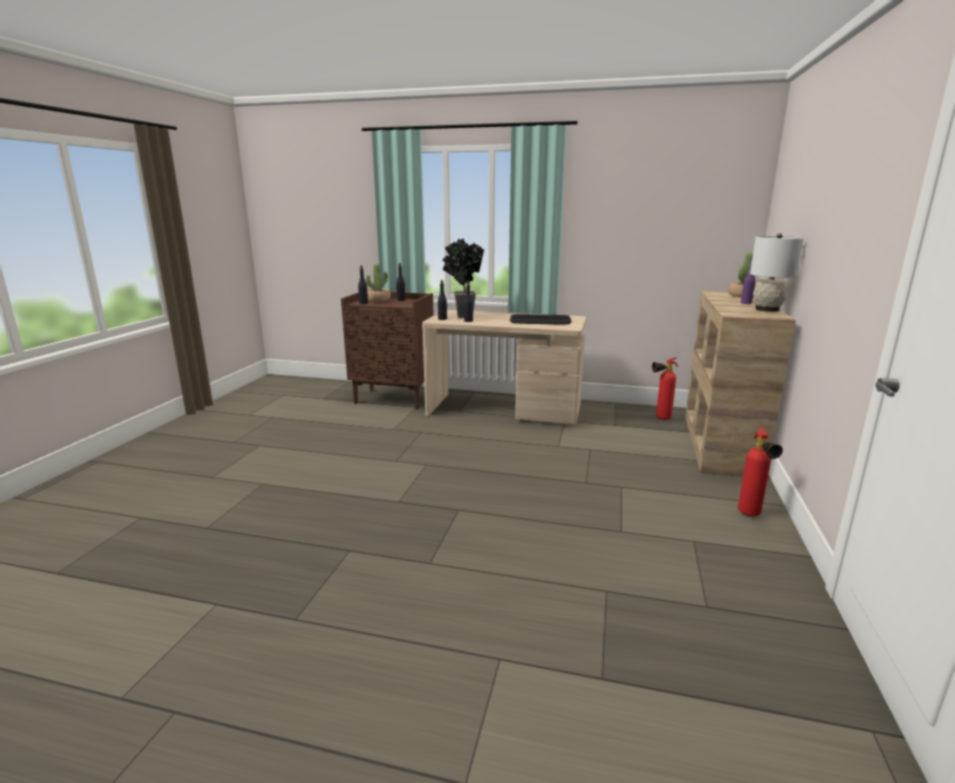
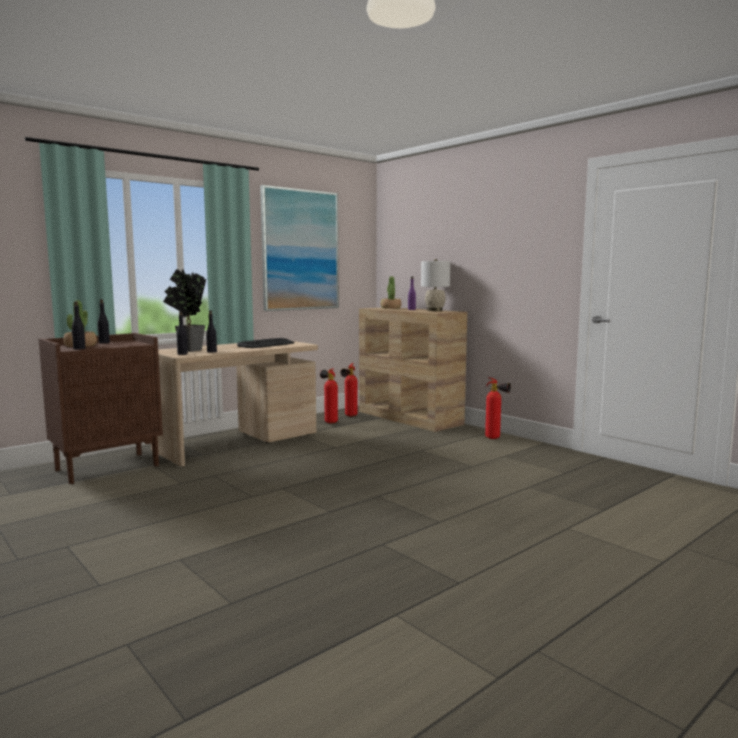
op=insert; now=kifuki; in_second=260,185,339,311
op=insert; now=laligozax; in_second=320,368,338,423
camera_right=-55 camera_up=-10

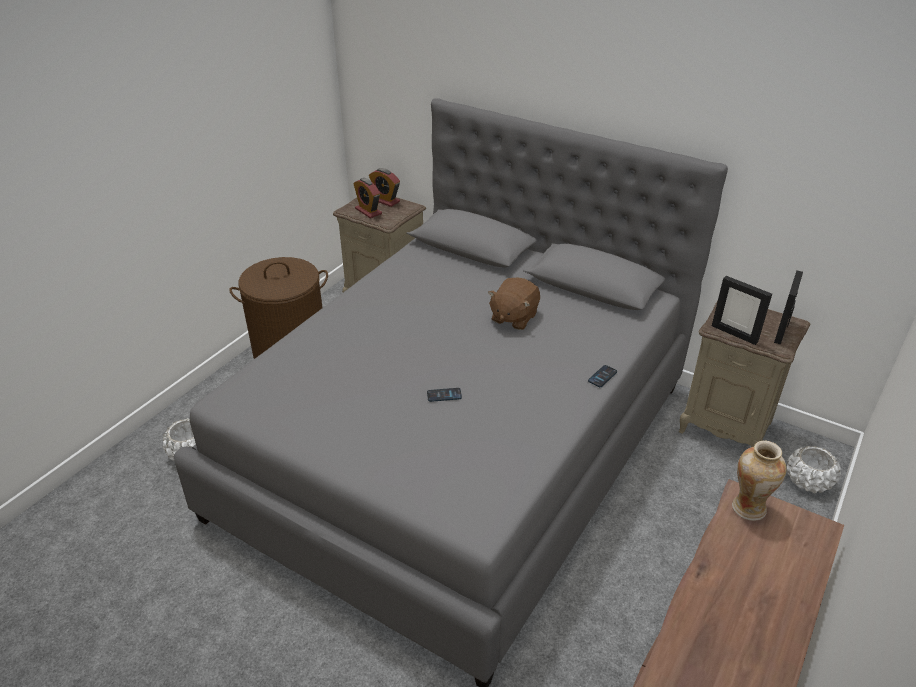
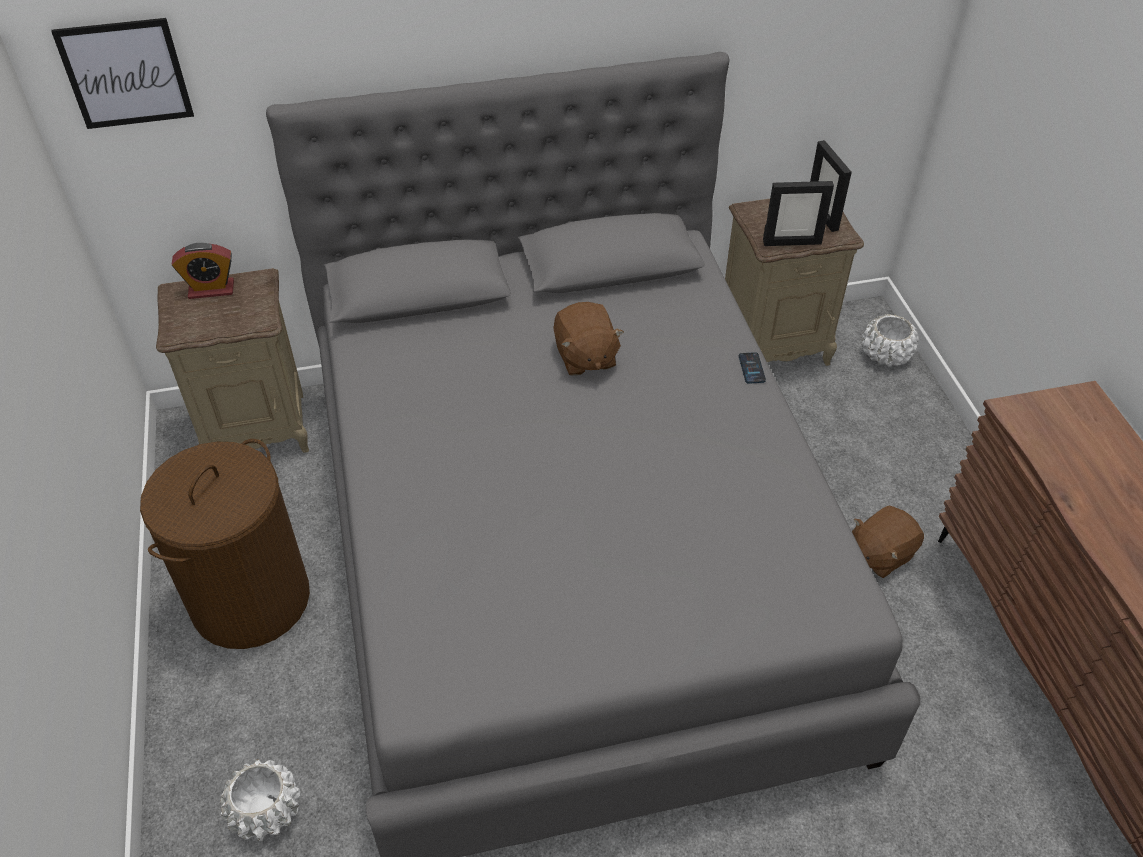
op=insert; now=kifuki; in_second=51,18,194,129
op=insert; now=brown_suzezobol; in_second=852,505,924,578
op=delete; was=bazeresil; in_first=353,178,382,218
op=delete; was=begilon; in_first=427,388,462,402
op=delete; was=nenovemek; in_first=732,441,787,521
camera_right=-45 camera_up=10

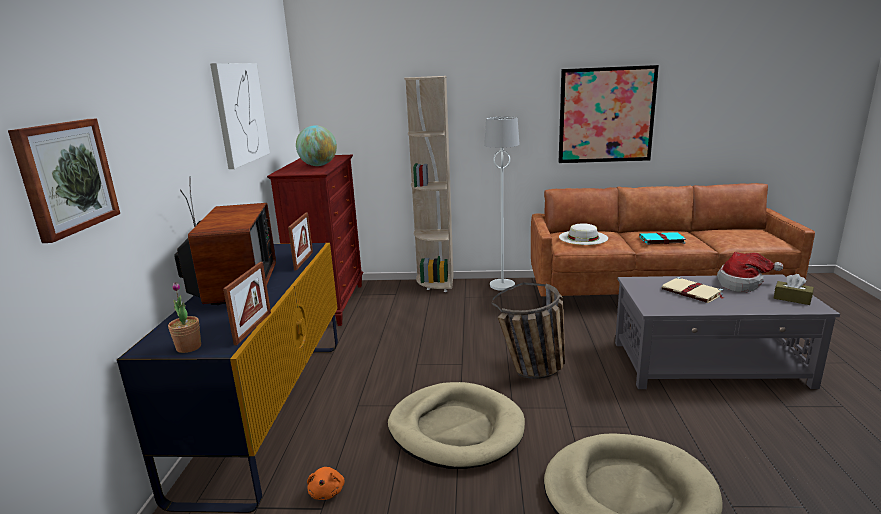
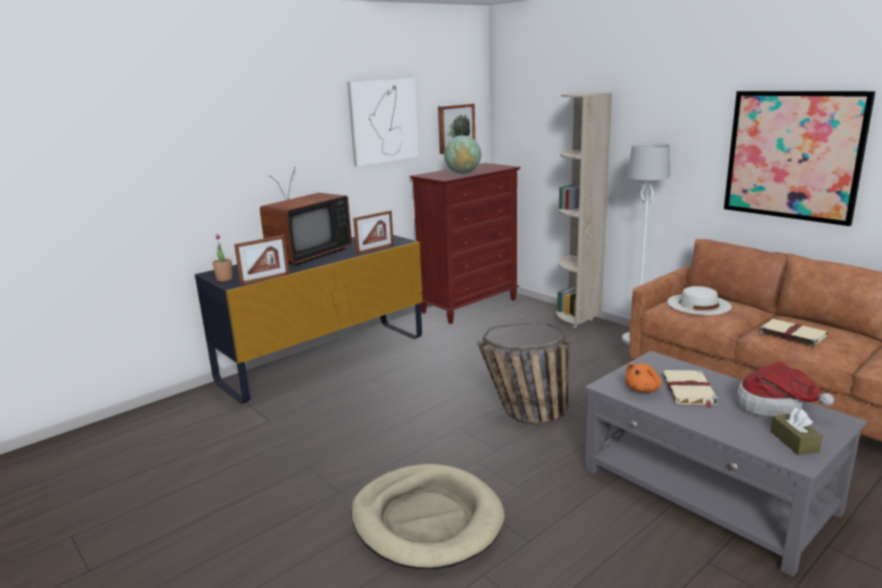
op=move; was=kifuki; in_first=8,119,120,243; in_second=438,103,475,154
op=move; was=orange_suzezobol; in_first=307,467,345,500; in_second=625,363,662,392
op=recolor; was=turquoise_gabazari; now=beige_gabazari; in_first=639,232,686,245; in_second=759,319,828,347
op=delete; was=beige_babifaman; in_first=388,382,525,469
camera_right=45 camera_up=0

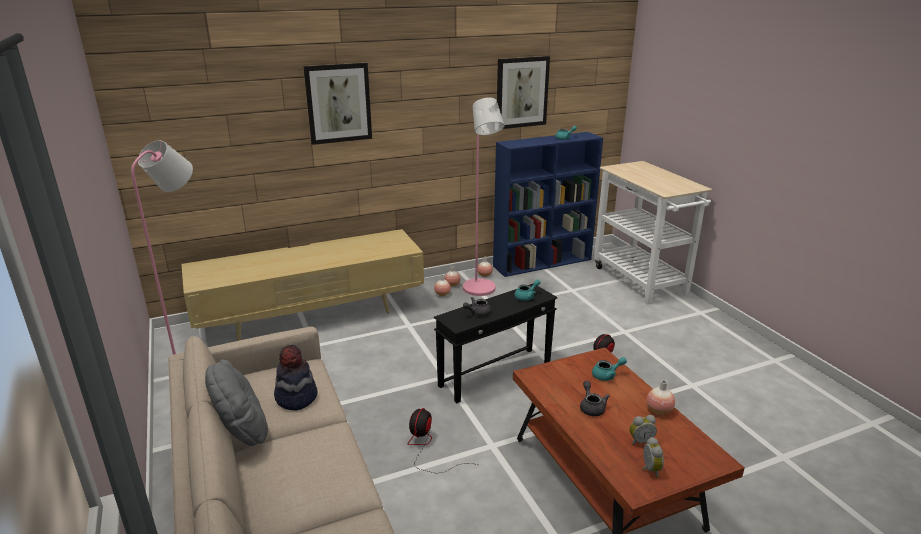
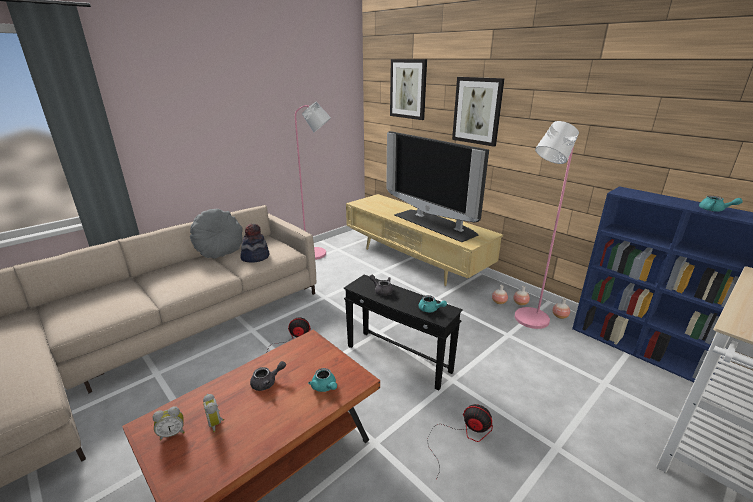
op=insert; now=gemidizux; in_second=386,131,489,242
op=move; was=kifuki; in_first=497,56,550,129; in_second=390,59,427,120
op=delete; was=nenovemek; in_first=647,380,675,415
camera_right=70 camera_up=0

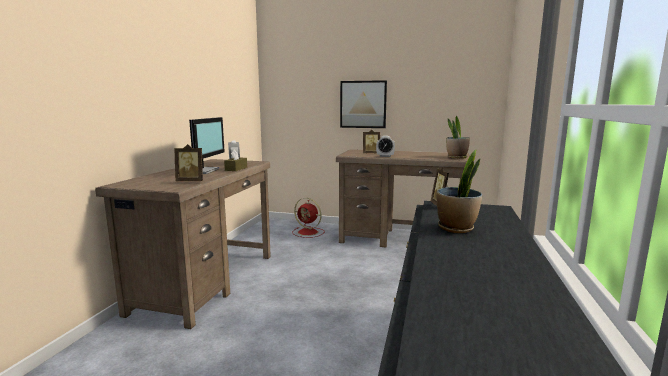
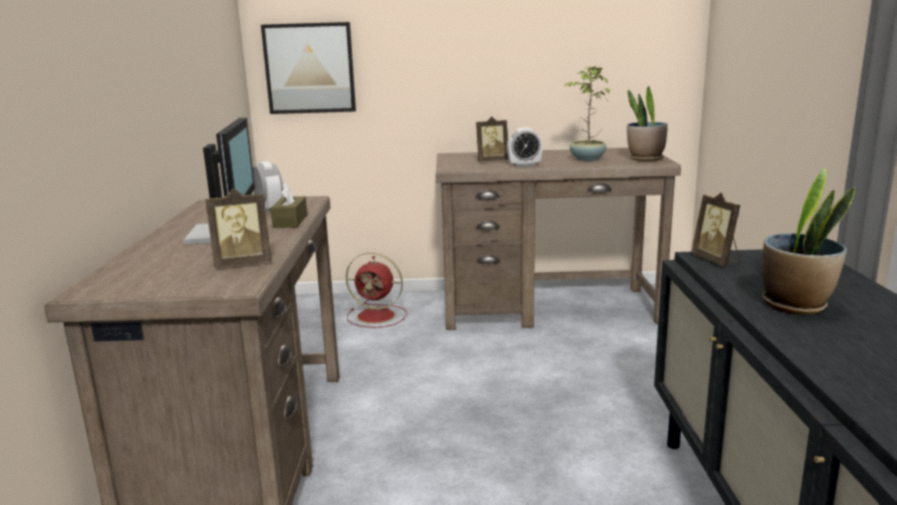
op=move; was=kifuki; in_first=340,80,387,128; in_second=261,22,356,114
op=insert; now=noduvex; in_second=564,66,610,161
camera_right=-15 camera_up=5

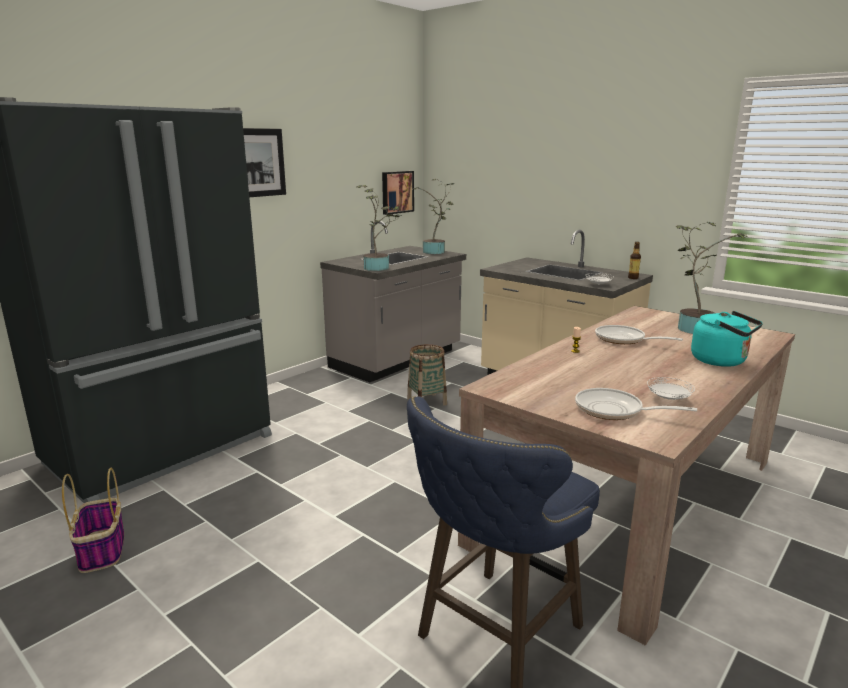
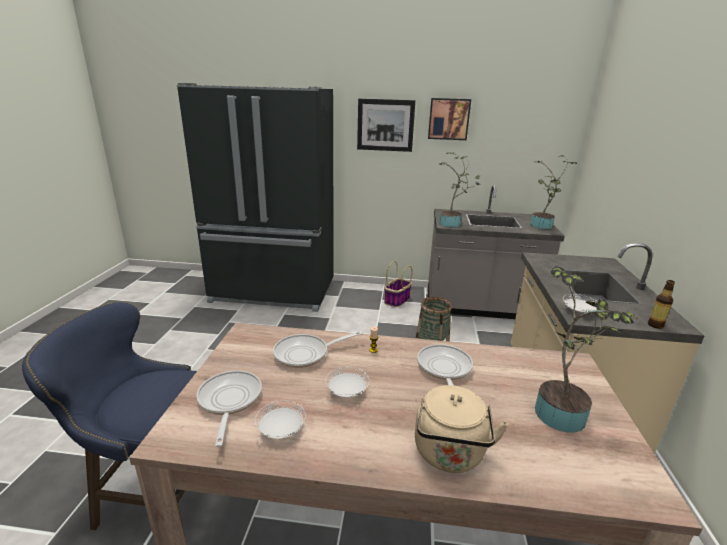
op=insert; now=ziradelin; in_second=273,331,363,368
op=insert; now=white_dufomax; in_second=325,367,369,397
op=move; was=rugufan; in_first=62,468,124,573; in_second=384,261,412,307
op=recolor; was=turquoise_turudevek; now=beige_turudevek; in_first=691,311,763,367; in_second=415,385,508,473
op=move; was=kifuki; in_first=382,171,414,215; in_second=428,98,471,140
camera_right=55 camera_up=5

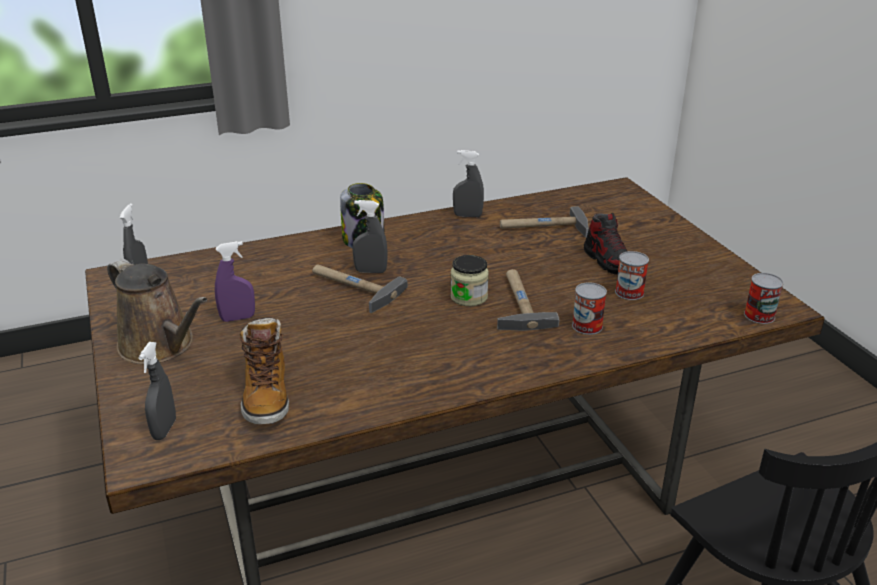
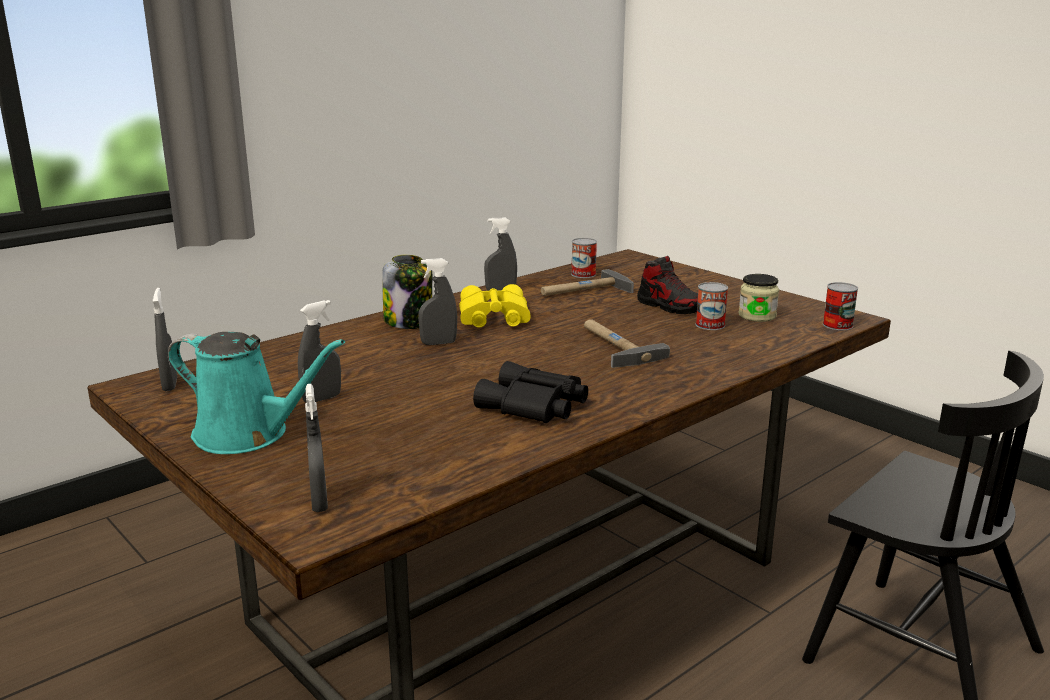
op=recolor; was=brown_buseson; now=turquoise_buseson; in_first=107,259,207,364; in_second=168,332,345,454
op=recolor; was=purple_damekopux; now=grey_damekopux; in_first=215,241,255,322; in_second=298,300,341,403
op=insert; now=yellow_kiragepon; in_second=460,284,530,328
op=insert; now=black_kiragepon; in_second=473,361,588,423
op=move; was=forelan; in_first=572,282,607,335; in_second=571,238,597,278
op=move; was=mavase; in_first=450,255,489,306; in_second=739,274,779,322
op=delete; was=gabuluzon; in_first=239,317,289,424
op=delete; was=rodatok; in_first=312,265,408,313
camera_right=-20 camera_up=-10

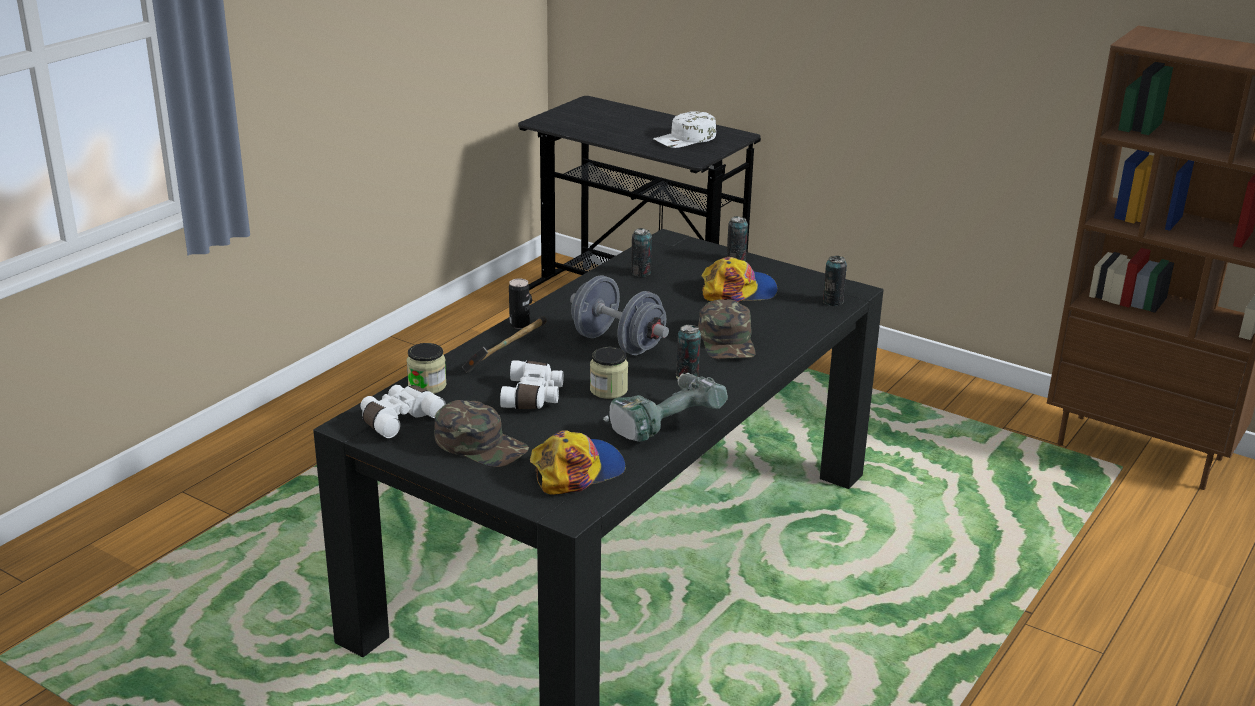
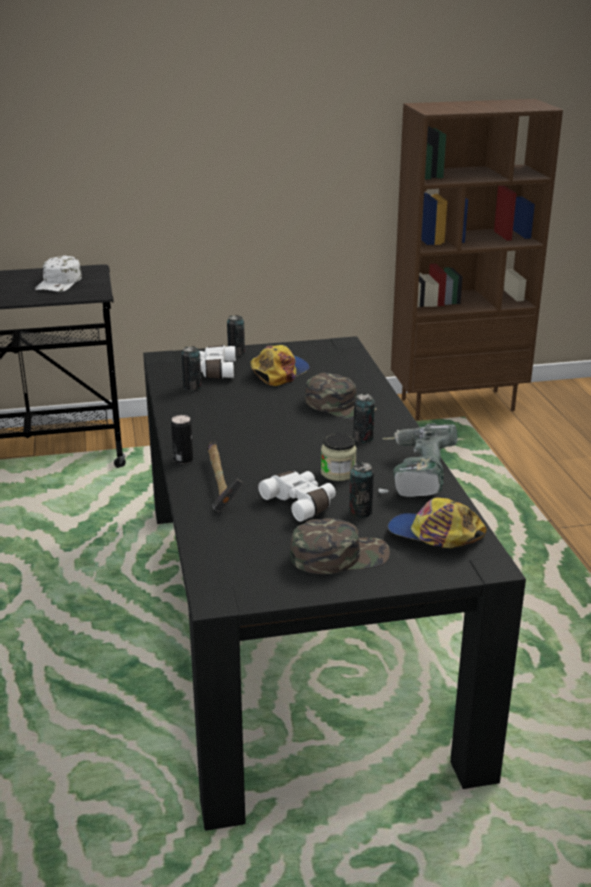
op=move; was=white_kiragepon; in_first=360,385,446,438; in_second=199,345,236,379
op=move; was=forelan; in_first=823,256,847,306; in_second=349,462,374,518
op=rotate; was=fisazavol; in_first=530,430,626,495; in_second=388,498,487,548; clockwise=-75
op=delete; was=mavase; in_first=406,343,447,394
op=delete; was=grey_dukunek; in_first=570,275,669,355
camera_right=-45 camera_up=0

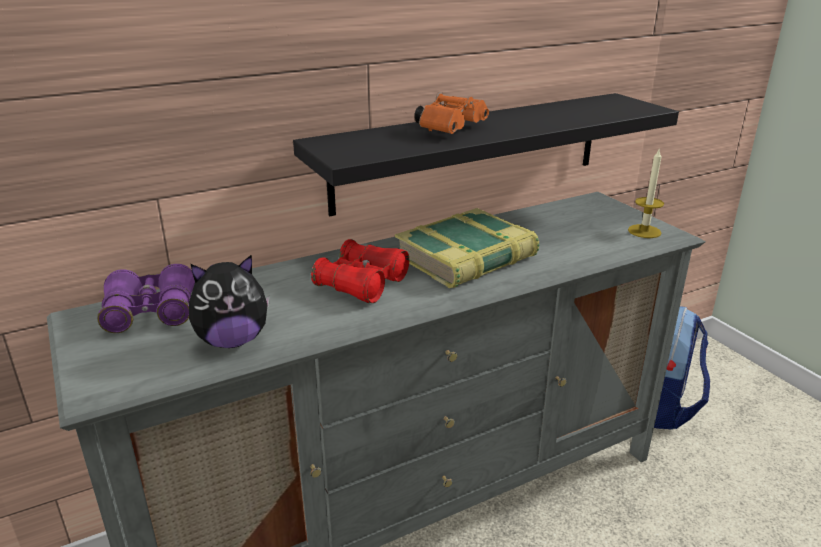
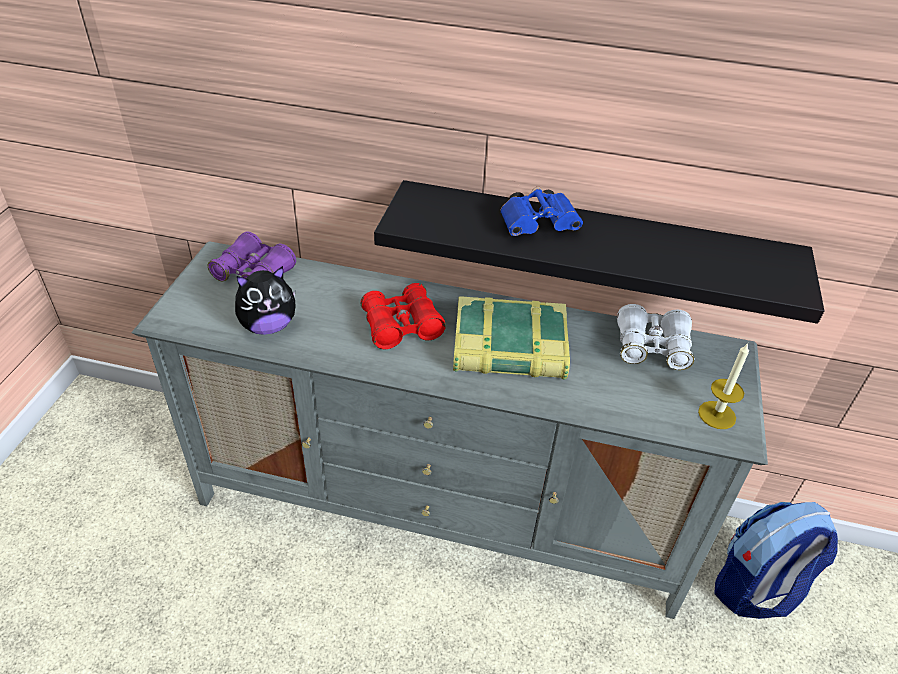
op=rotate; was=suzezobol; in_first=189,255,270,348; in_second=235,266,296,335; clockwise=-45
op=recolor; was=orange_kiragepon; now=blue_kiragepon; in_first=414,92,489,134; in_second=500,187,583,236
op=insert; now=white_kiragepon; in_second=617,304,695,370
camera_right=40 camera_up=15

